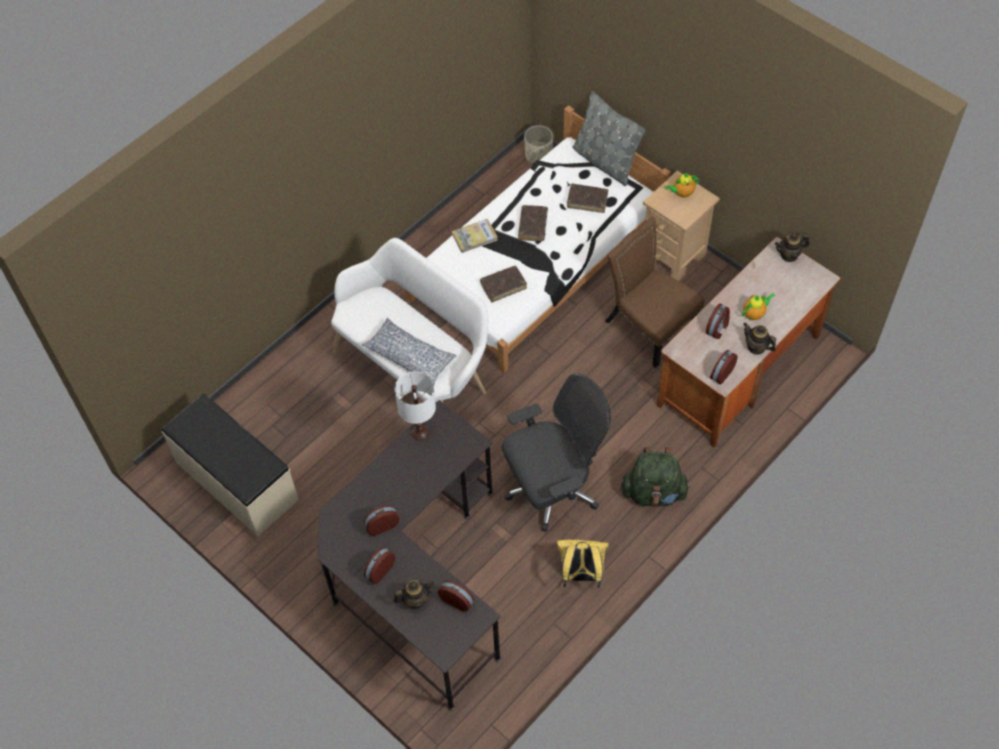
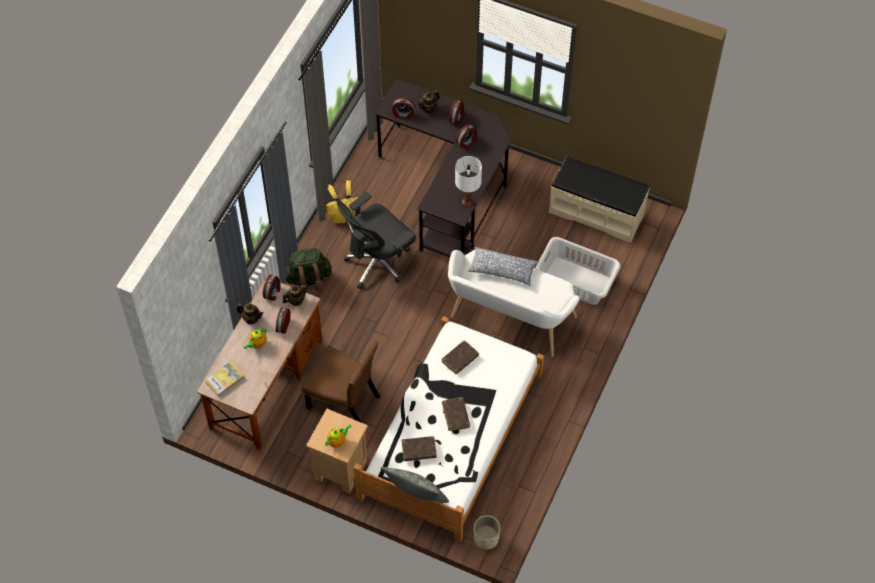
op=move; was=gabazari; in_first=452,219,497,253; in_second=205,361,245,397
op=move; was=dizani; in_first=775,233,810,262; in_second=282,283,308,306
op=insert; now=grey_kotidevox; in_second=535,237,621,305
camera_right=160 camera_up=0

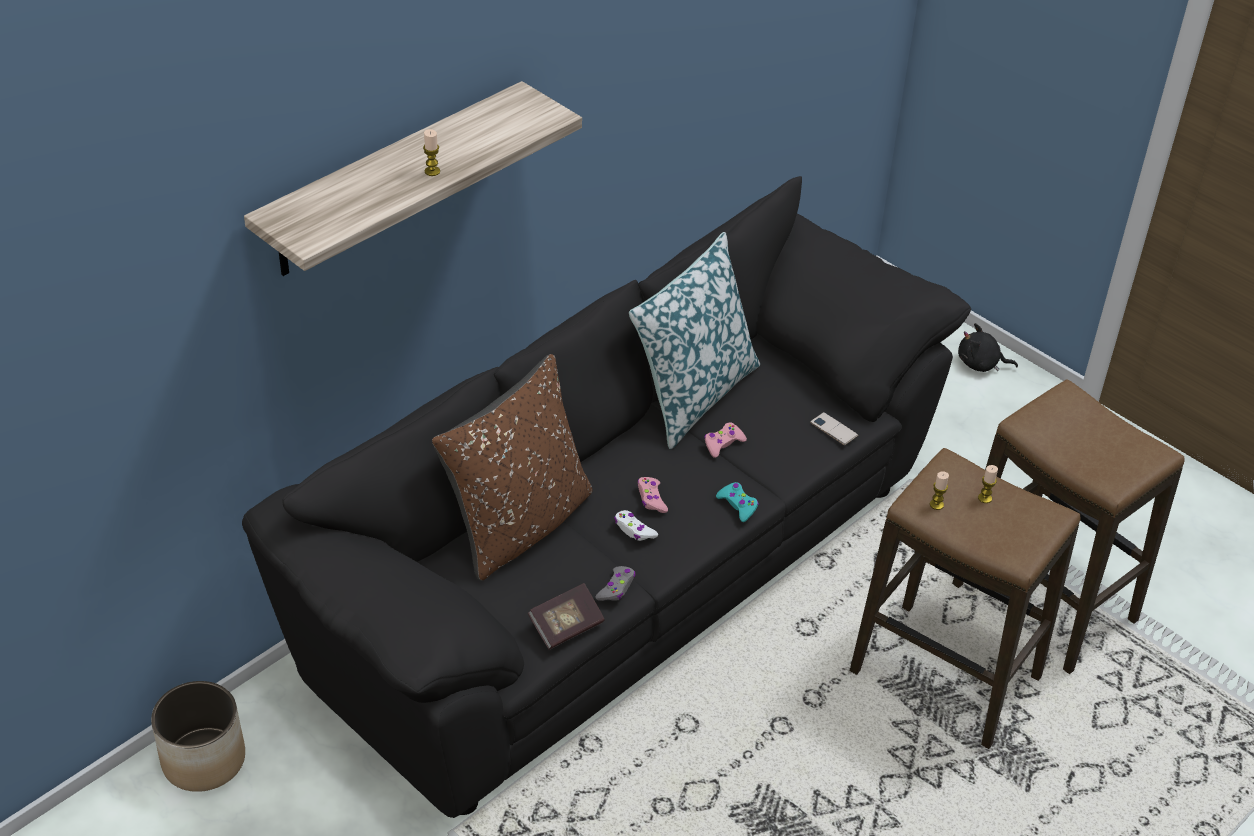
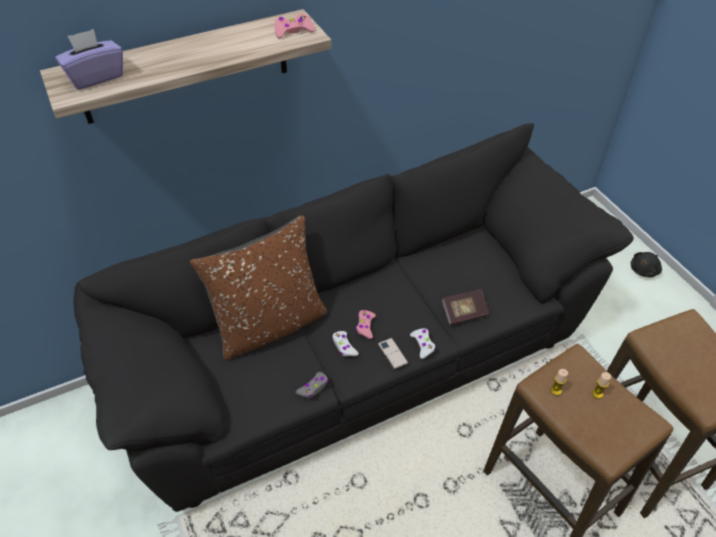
op=insert; now=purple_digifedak; in_second=55,29,123,90
op=move; was=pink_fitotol; in_first=704,423,747,458; in_second=275,14,315,39
op=move; was=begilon; in_first=810,412,858,445; in_second=378,338,408,369
op=recolor; was=turquoise_fitotol; now=white_fitotol; in_first=716,482,759,522; in_second=410,328,436,359
op=move; was=gabazari; in_first=528,583,605,650; in_second=441,289,489,325
op=rotate; was=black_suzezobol; in_first=958,323,1018,372; in_second=631,252,662,277; clockwise=-75
op=delete; was=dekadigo; in_first=151,681,245,792
op=delete; was=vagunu; in_first=423,129,440,176
op=delete; was=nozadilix; in_first=629,232,760,449
camera_right=20 camera_up=5

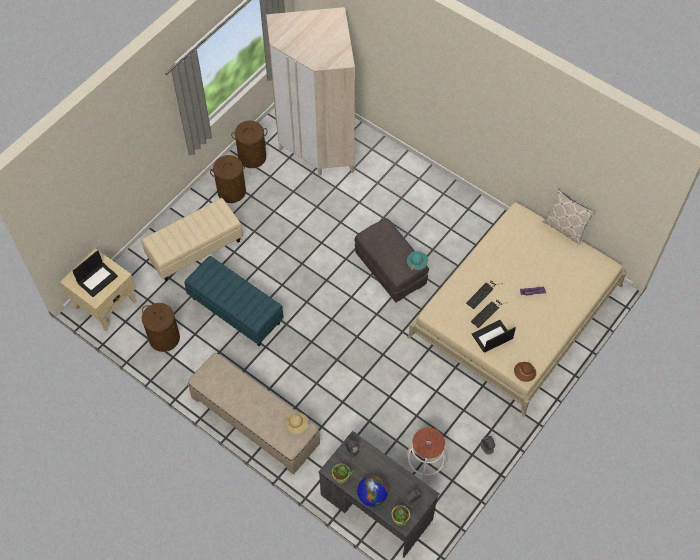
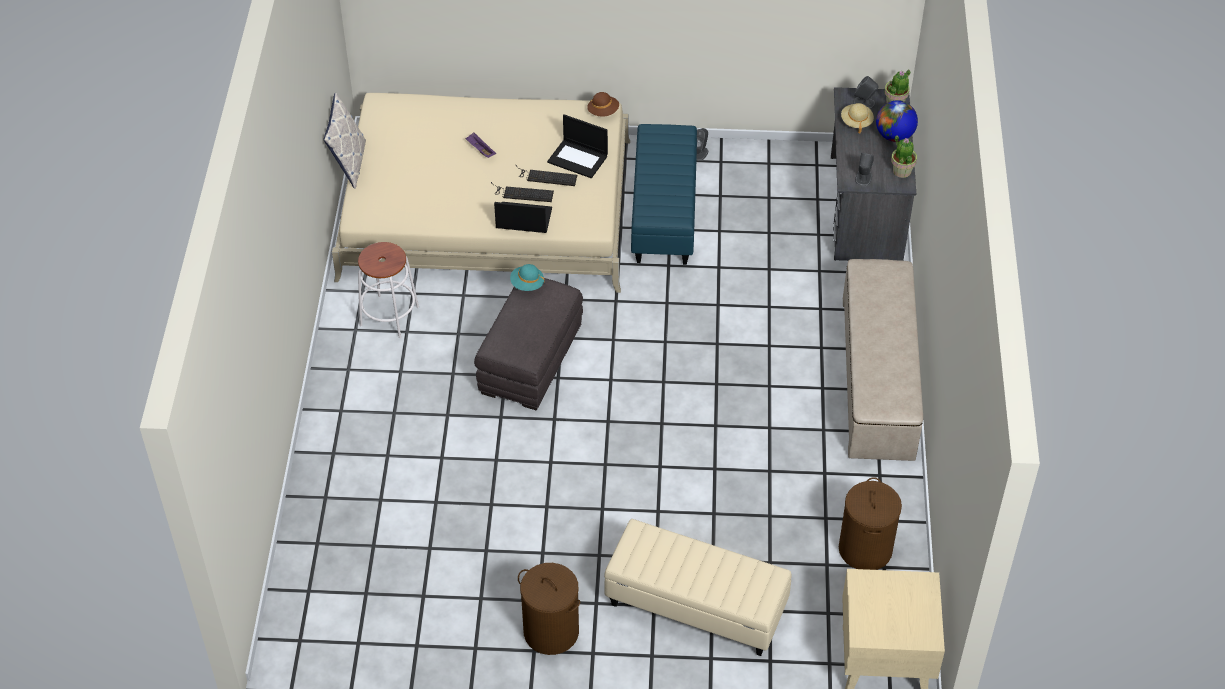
op=move; was=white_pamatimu; in_first=405,427,446,481; in_second=358,242,419,338
op=move; was=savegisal; in_first=73,250,118,297; in_second=494,202,552,233
op=move; was=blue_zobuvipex; in_first=184,256,284,346; in_second=631,124,697,265
op=move; was=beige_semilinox; in_first=286,413,309,434; in_second=841,103,874,133
op=delete; was=brown_kotidevox; in_first=231,121,268,168
op=delete; was=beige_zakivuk; in_first=266,7,355,176
camera_right=-125 camera_up=-10

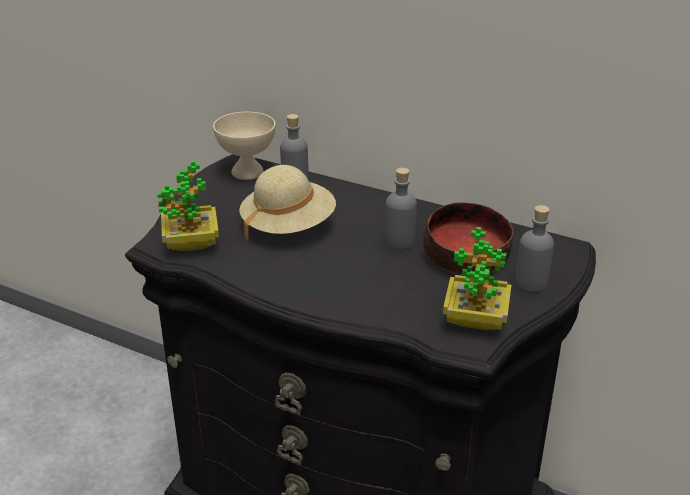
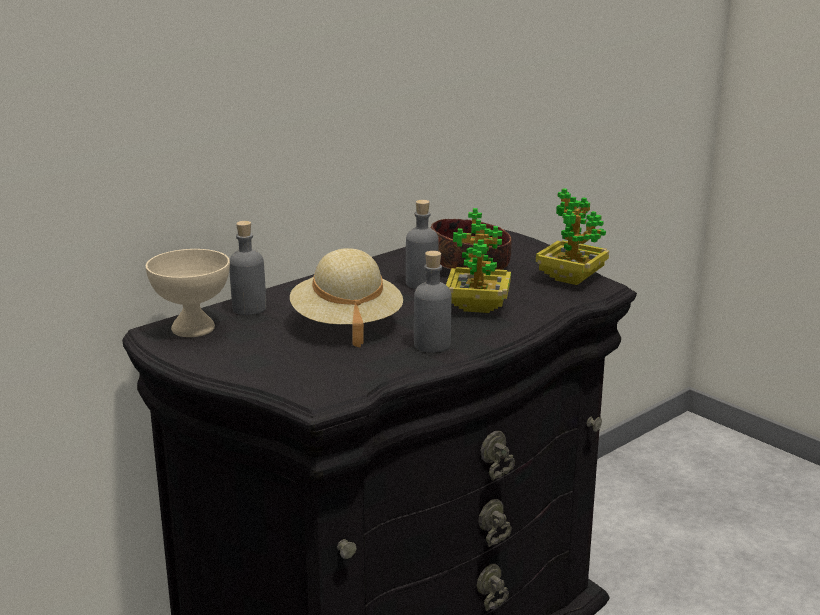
op=move; was=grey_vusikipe; in_first=515,205,554,292; in_second=414,251,451,353
op=move; was=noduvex; in_first=157,160,219,252; in_second=446,208,511,313
camera_right=-70 camera_up=-10

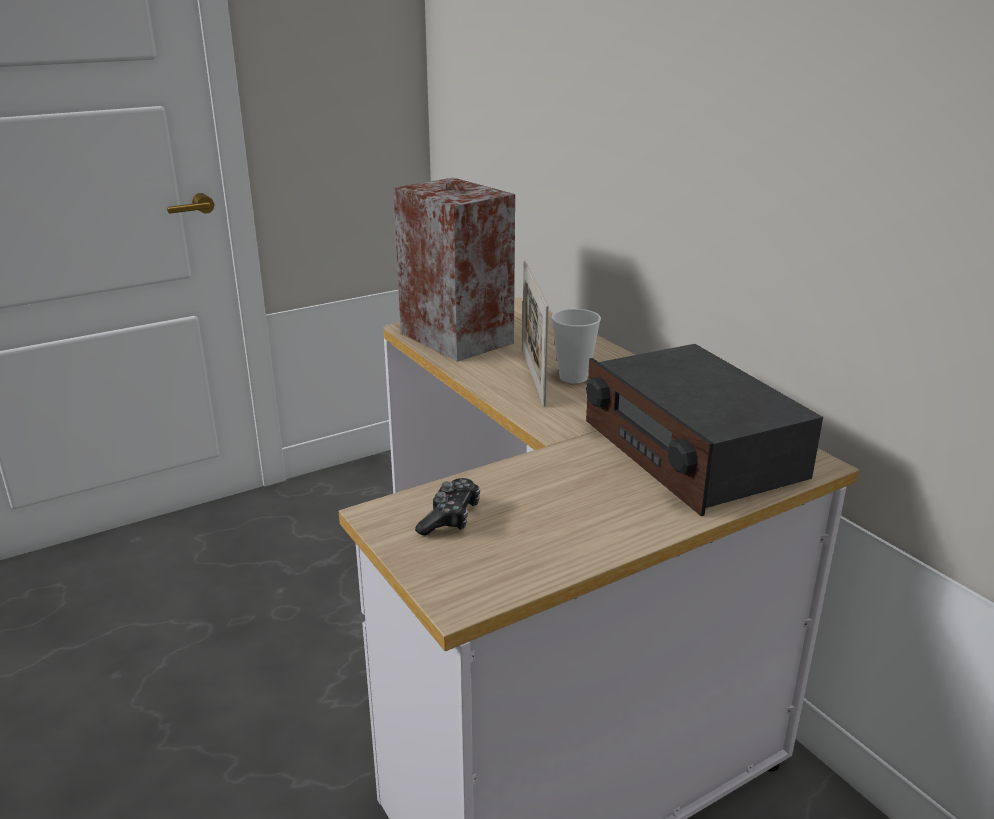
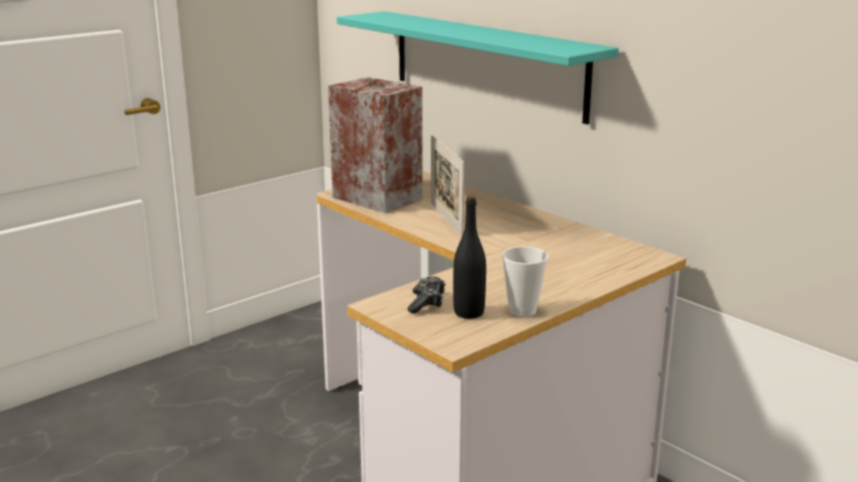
op=insert; now=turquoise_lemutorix; in_second=337,11,619,124
op=insert; now=black_vusikipe; in_second=453,196,486,319
op=move; was=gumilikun; in_first=551,309,601,383; in_second=502,246,548,317
op=delete; was=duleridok; in_first=586,344,823,516
camera_right=-10 camera_up=-5

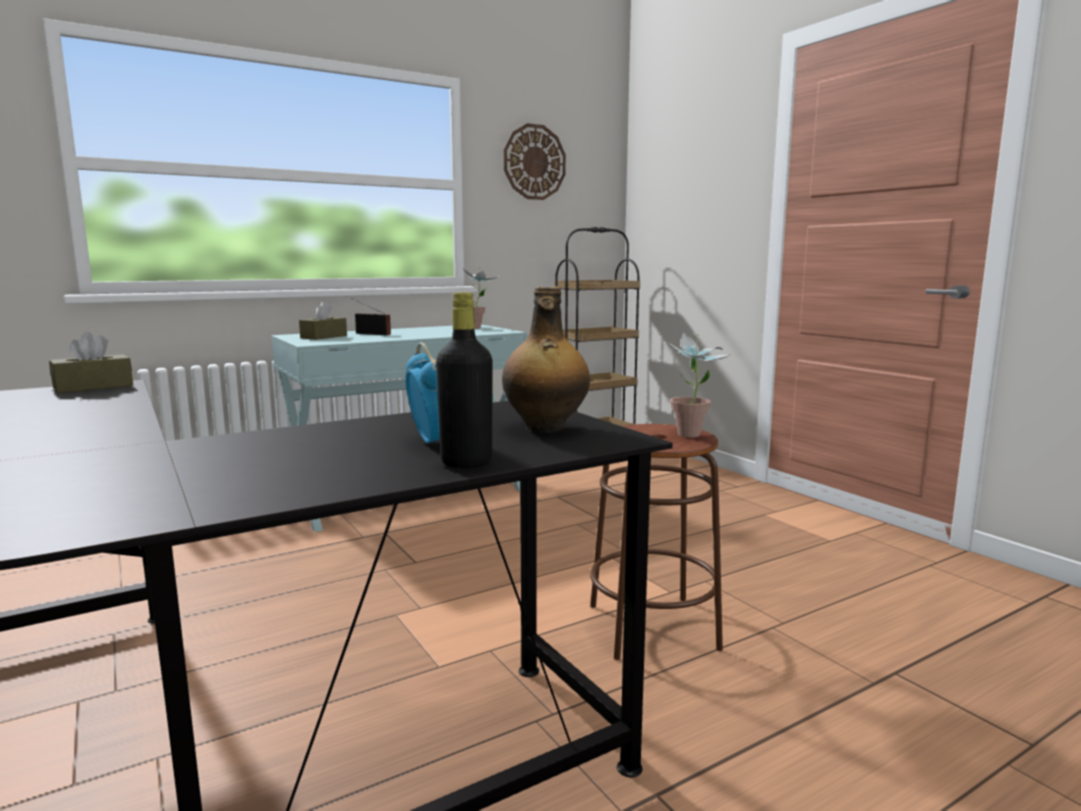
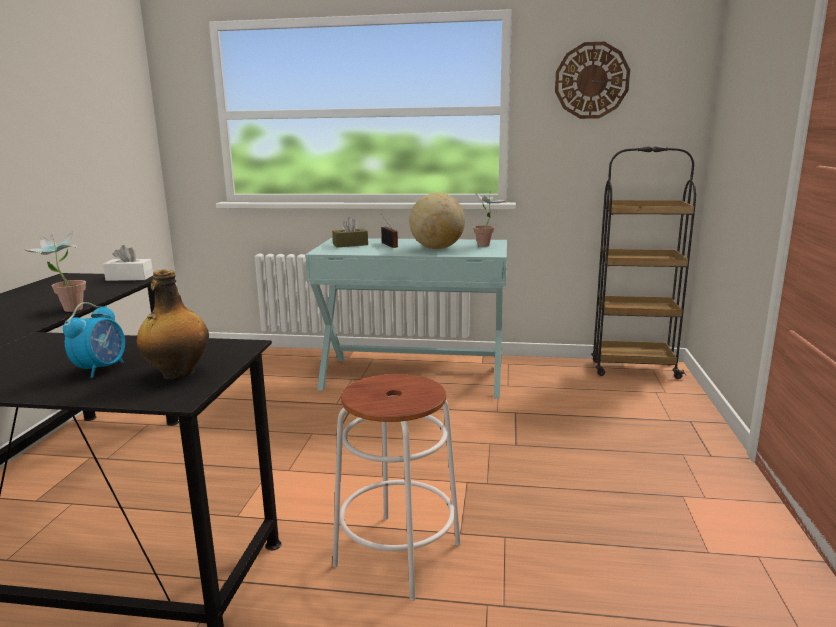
op=move; was=noduvex; in_first=667,332,729,438; in_second=25,231,86,312
op=recolor; was=brown_digifedak; now=white_digifedak; in_first=49,331,133,393; in_second=103,245,153,281
op=recolor; was=brown_pamatimu; now=white_pamatimu; in_first=590,424,723,660; in_second=333,374,461,601
op=insert; now=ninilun; in_second=409,193,465,249
op=delete; was=black_vusikipe; in_first=436,292,492,468
camera_right=40 camera_up=5

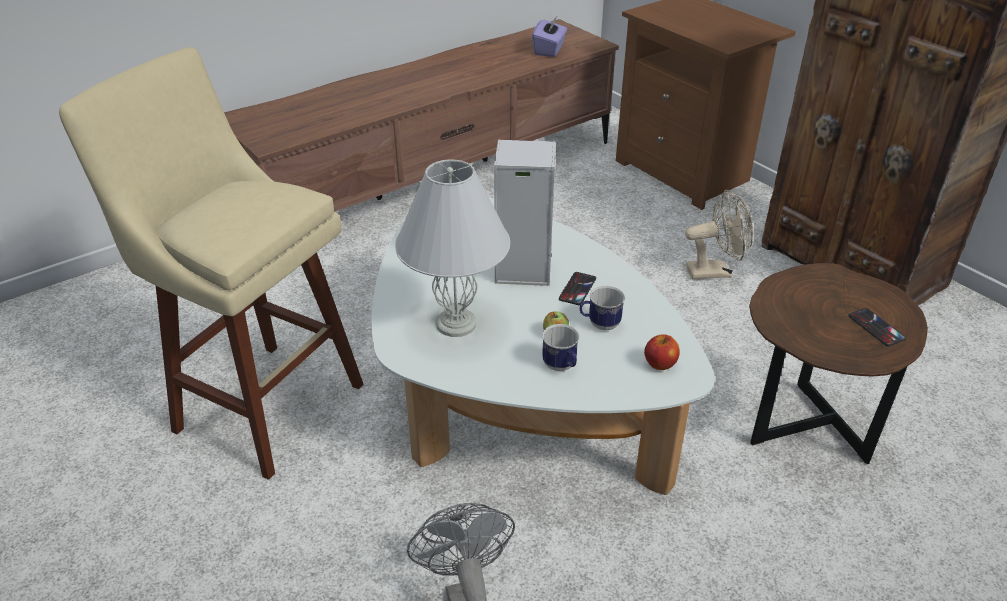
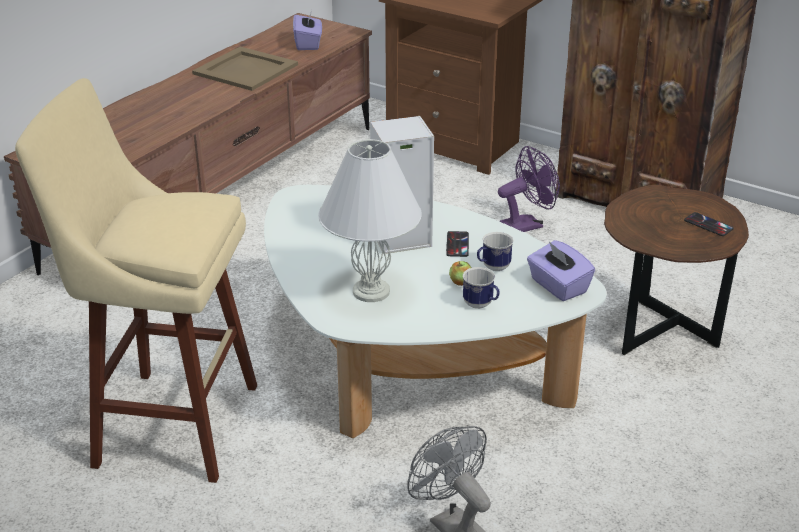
op=insert; now=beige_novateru; in_second=192,47,298,91
op=recolor; was=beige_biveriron; now=purple_biveriron; in_first=685,190,753,280; in_second=498,146,560,232
op=replace; was=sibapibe; now=purple_digifedak; in_first=644,334,680,370; in_second=527,240,595,301
camera_right=-20 camera_up=-5

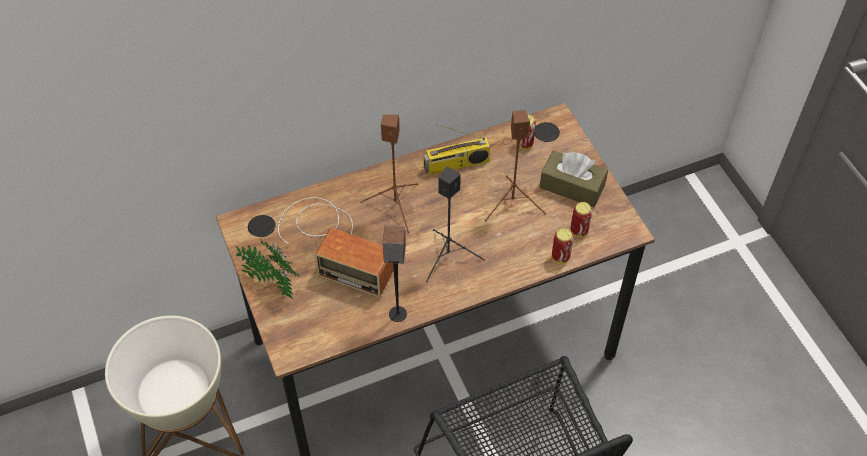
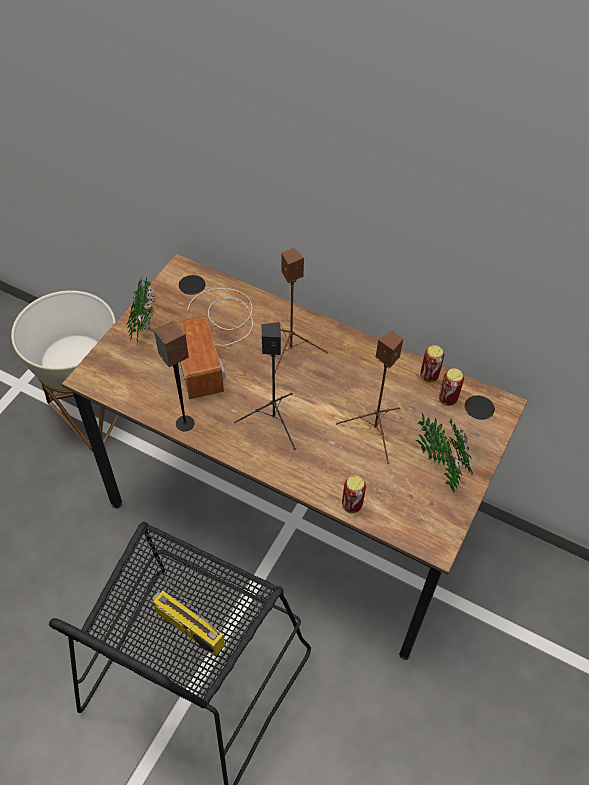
op=move; was=duleridok; in_first=424,124,490,175; in_second=152,579,225,657
op=replace; was=brown_digifedak; now=noduvex; in_first=540,150,608,207; in_second=415,414,473,493
op=move; was=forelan; in_first=570,202,592,237; in_second=420,345,444,383
camera_right=50 camera_up=0

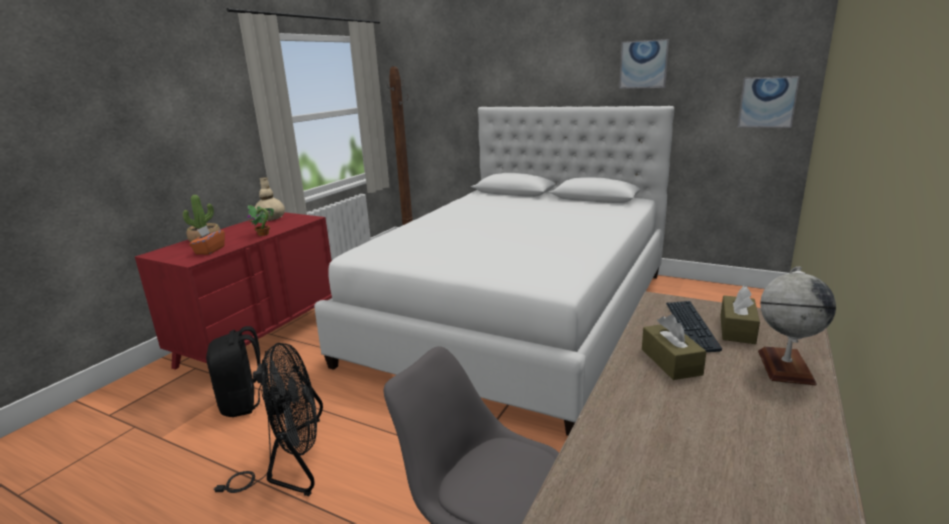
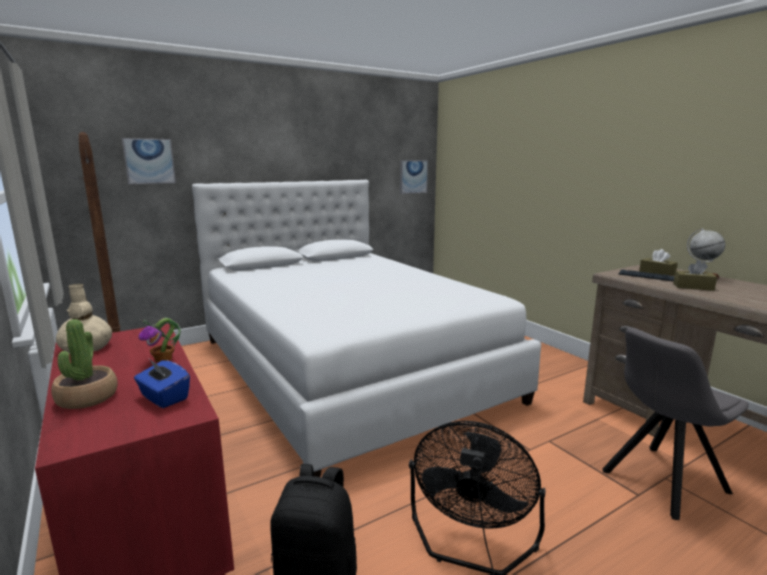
op=move; was=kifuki; in_first=619,39,669,89; in_second=122,138,176,184
op=recolor; was=orange_digifedak; now=blue_digifedak; in_first=189,226,225,255; in_second=134,359,190,408
camera_right=-60 camera_up=-5

